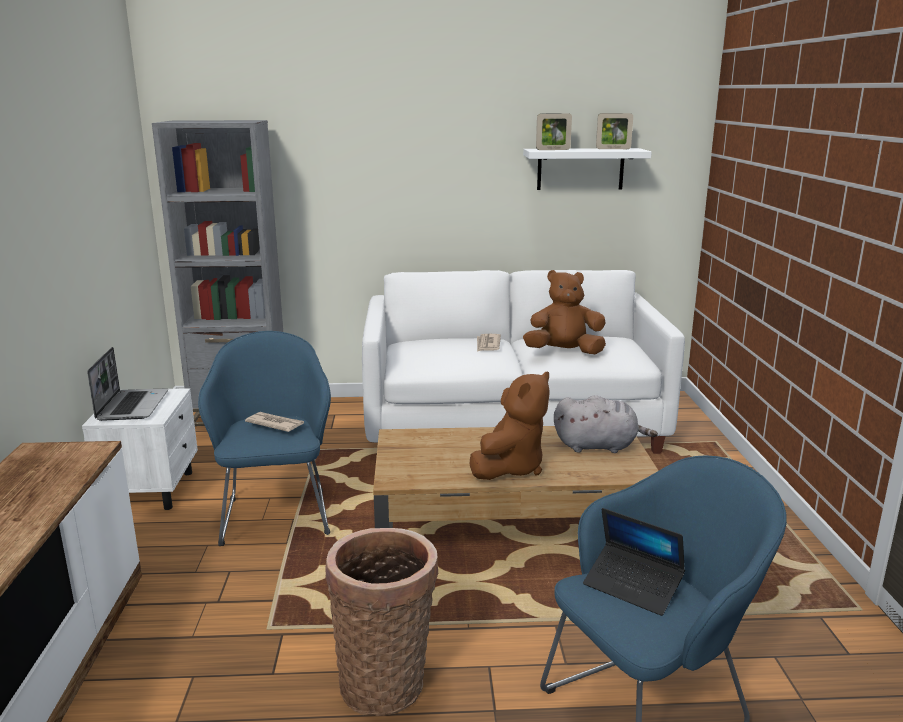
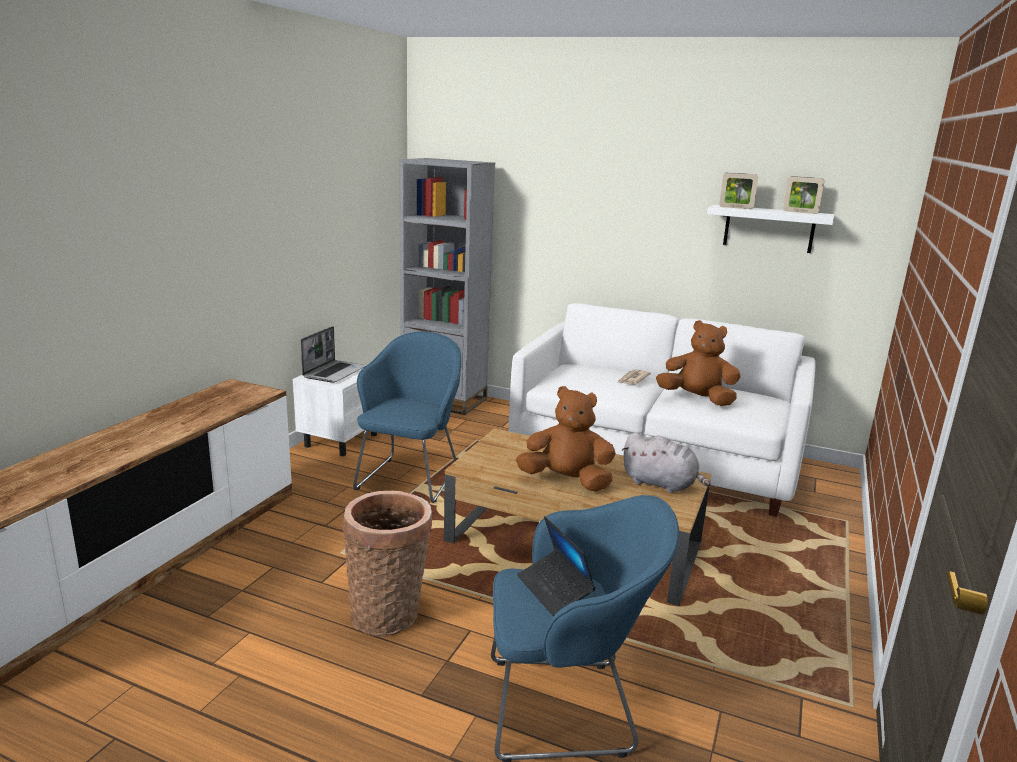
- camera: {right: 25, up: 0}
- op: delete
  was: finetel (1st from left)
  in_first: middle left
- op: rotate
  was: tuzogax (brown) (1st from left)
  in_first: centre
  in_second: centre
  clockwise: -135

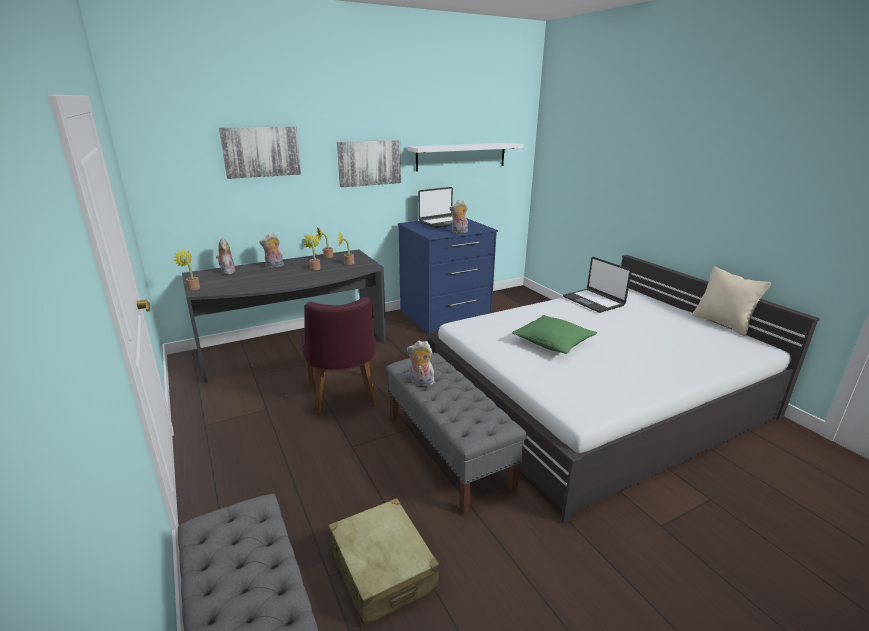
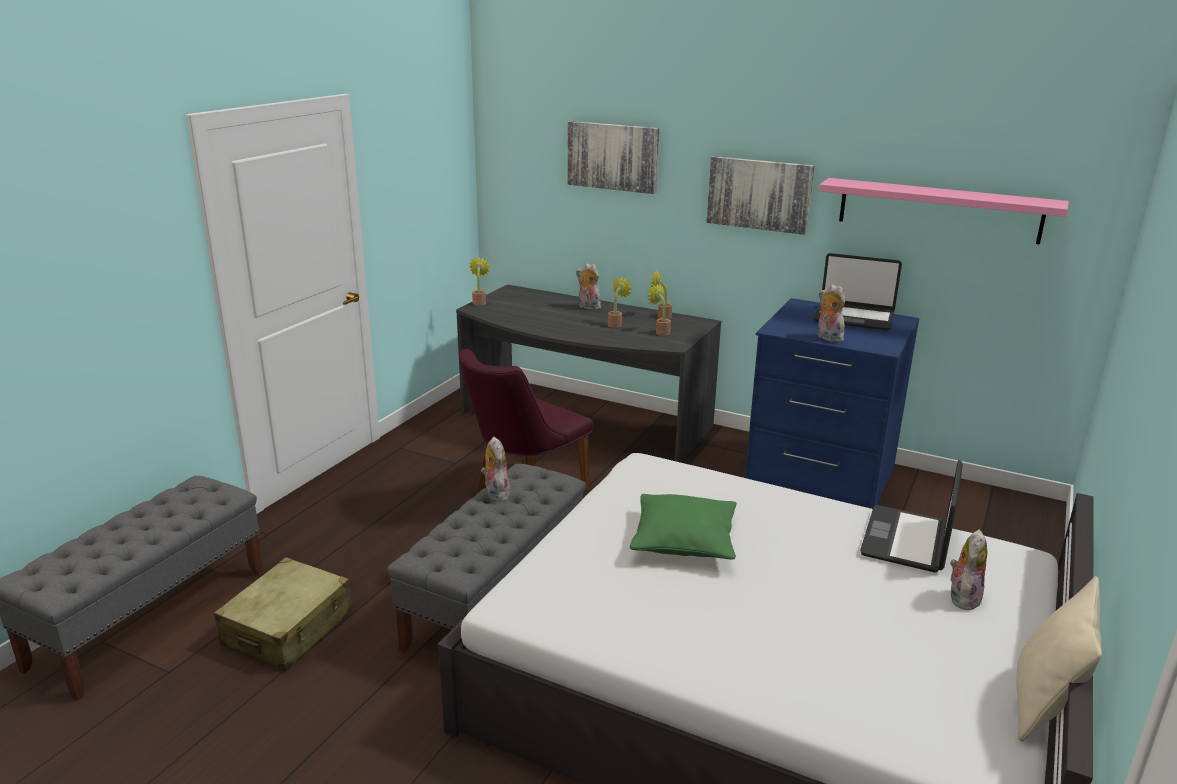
- camera: {right: 55, up: 0}
- op: move
  was: tuzogax (1st from left in the first image)
  now: tuzogax (4th from left)
  in_first: middle left
  in_second: bottom right
- op: recolor
  was: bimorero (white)
  now: bimorero (pink)
  in_first: top centre
  in_second: top right

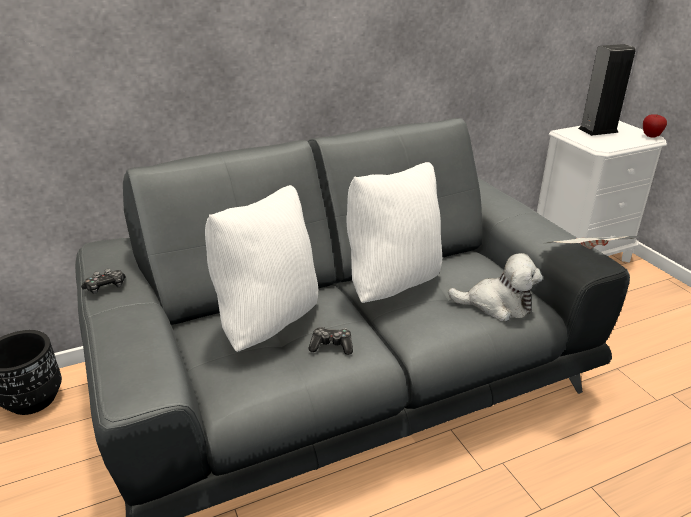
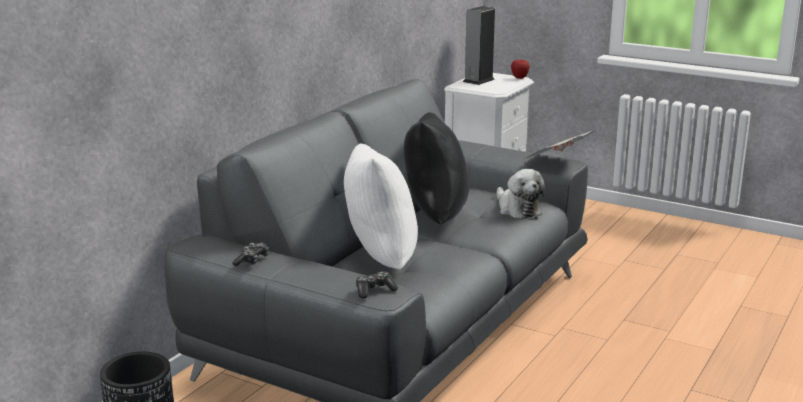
- camera: {right: -35, up: -10}
- op: move
  was: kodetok (2nd from left)
  in_first: centre
  in_second: bottom centre
- op: recolor
  was: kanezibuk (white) (2nd from left)
  now: kanezibuk (black)
  in_first: centre
  in_second: centre
- op: rotate
  was: tuzogax
  in_first: middle right
  in_second: centre
  clockwise: 90

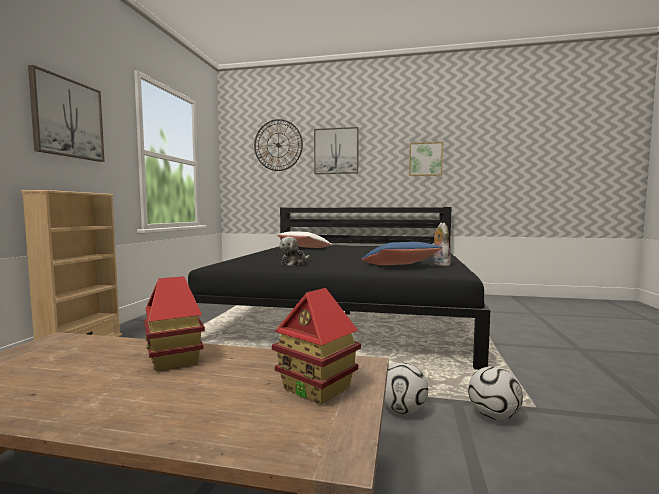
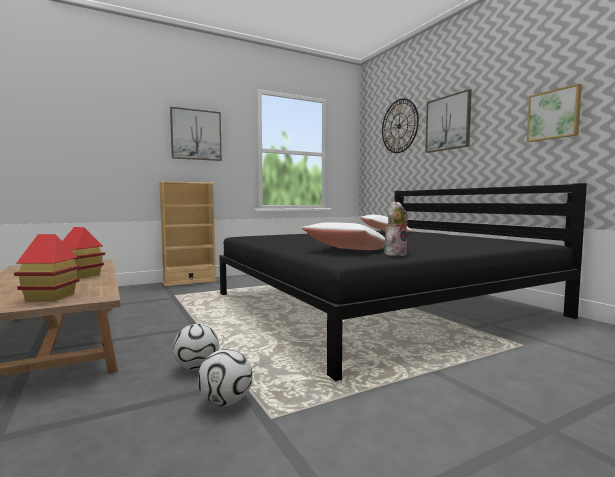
- camera: {right: 50, up: 0}
- op: delete
  was: tuzogax (1st from left)
  in_first: centre
- op: recolor
  was: kanezibuk (blue)
  now: kanezibuk (white) (1st from left)
  in_first: centre
  in_second: centre

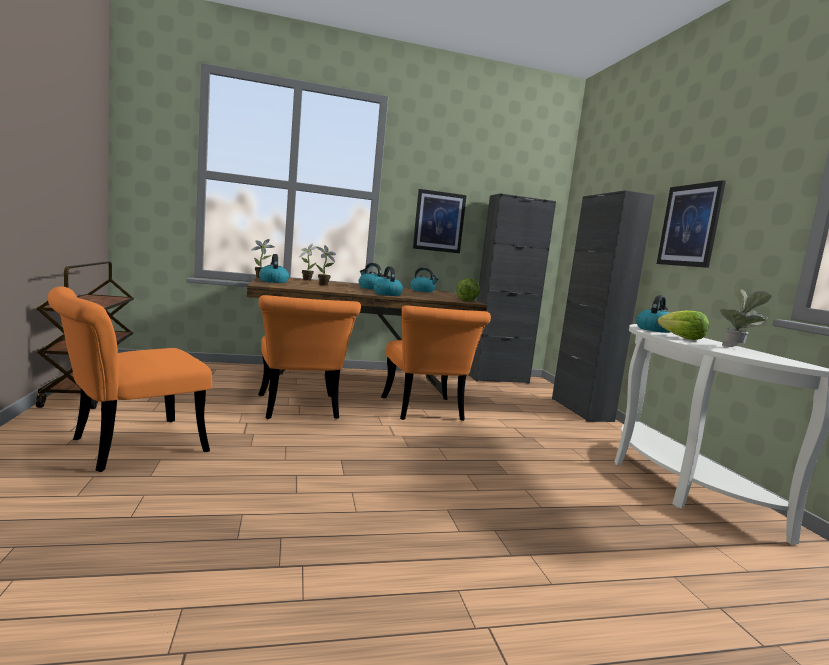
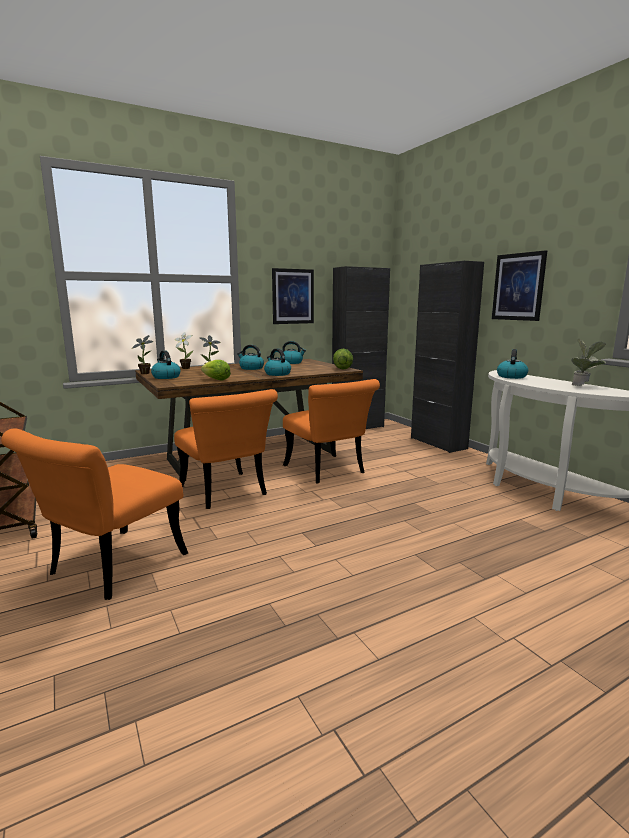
- camera: {right: -15, up: 5}
- op: move
  was: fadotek (2nd from left in the first image)
  now: fadotek (1st from left)
  in_first: middle right
  in_second: centre

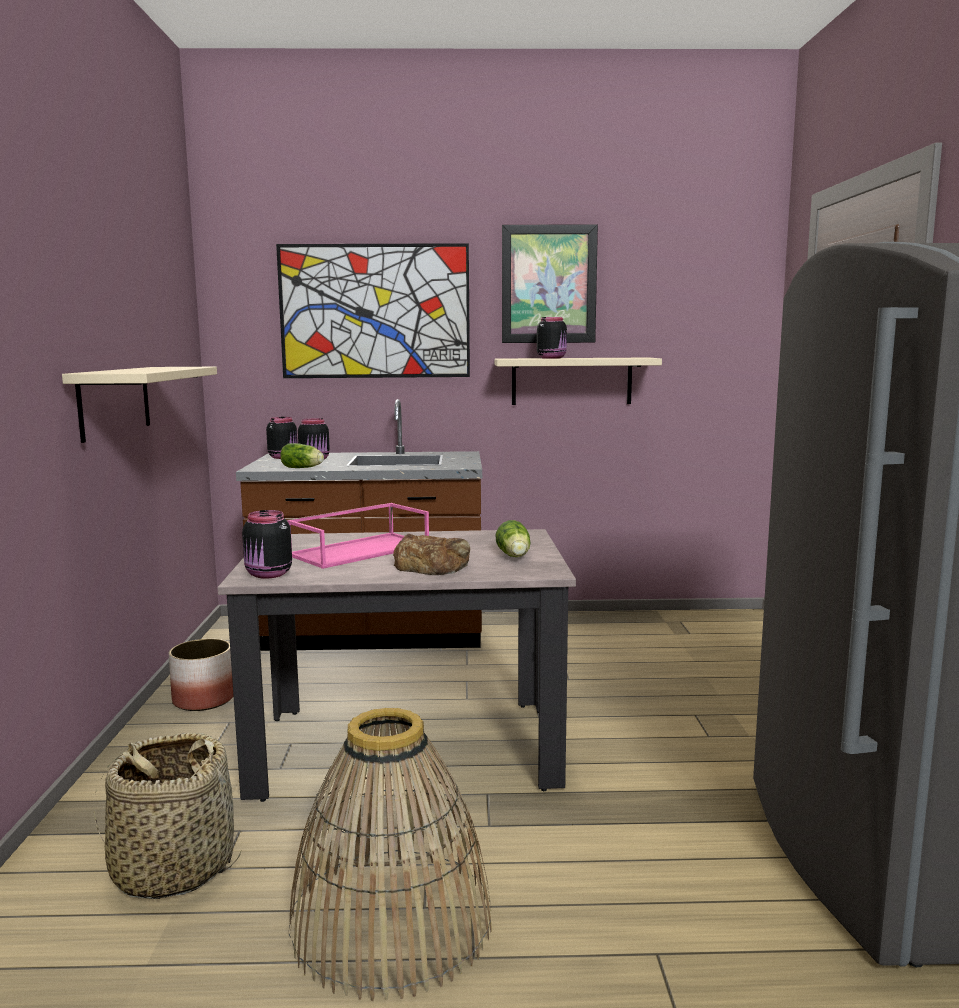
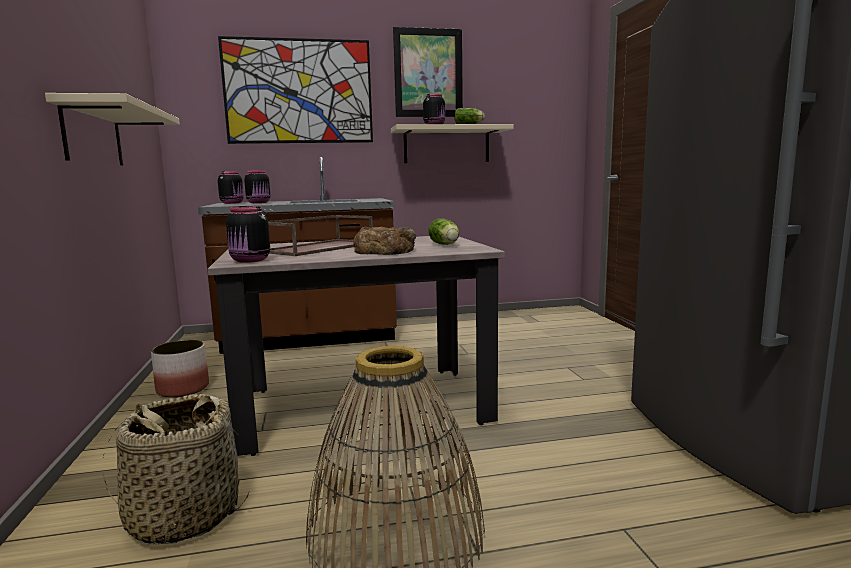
- camera: {right: -10, up: 0}
- op: move
  was: fadotek (1st from left in the first image)
  now: fadotek (2nd from left)
  in_first: middle left
  in_second: top centre
- op: recolor
  was: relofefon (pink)
  now: relofefon (brown)
  in_first: centre
  in_second: centre

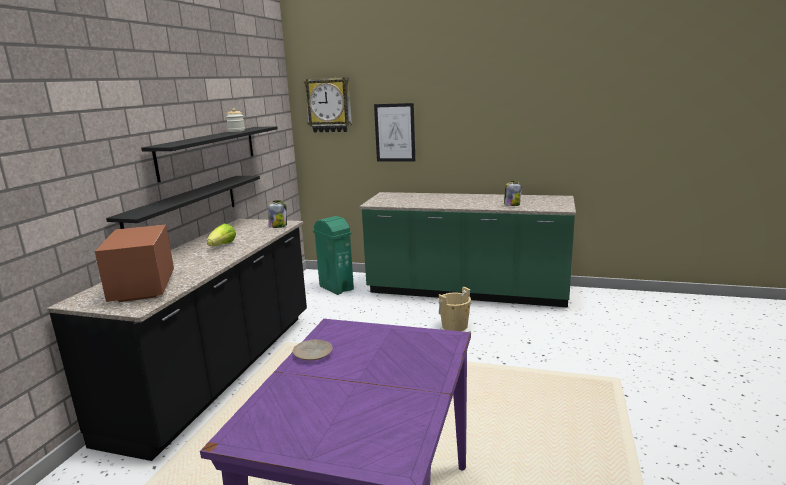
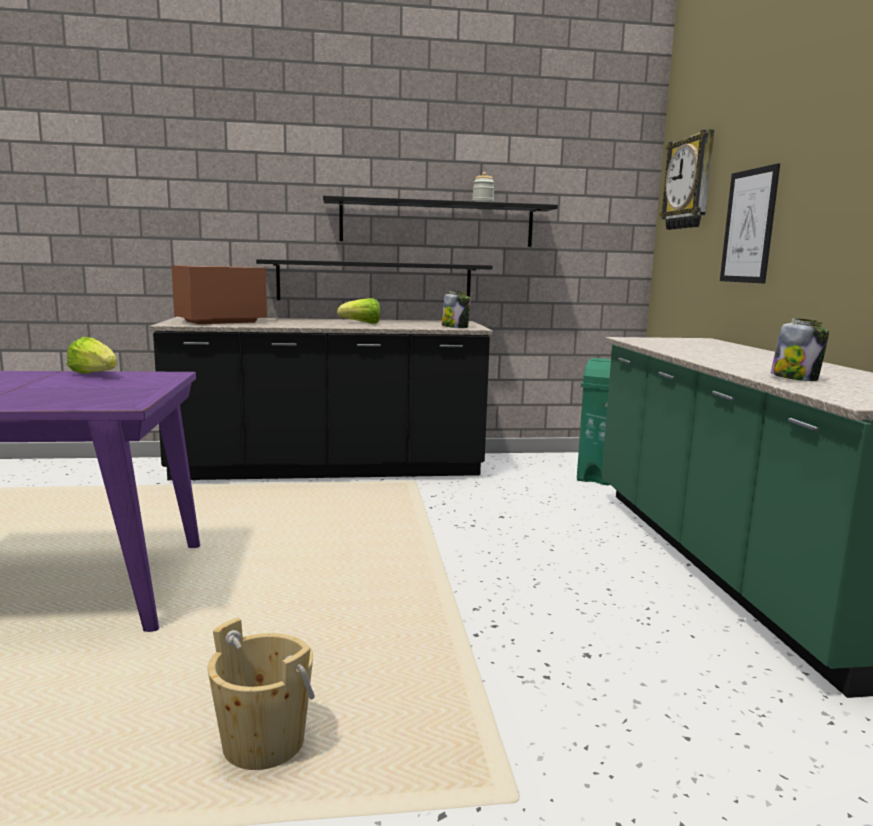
- camera: {right: 65, up: -5}
- op: replace
  was: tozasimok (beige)
  now: fadotek (1st from left)
  in_first: bottom centre
  in_second: middle left
- op: move
  was: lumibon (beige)
  in_first: centre
  in_second: bottom left

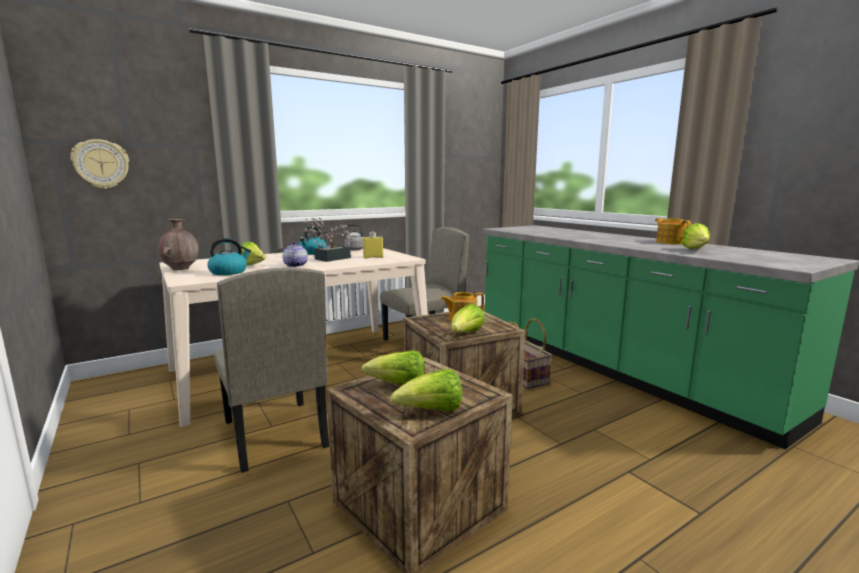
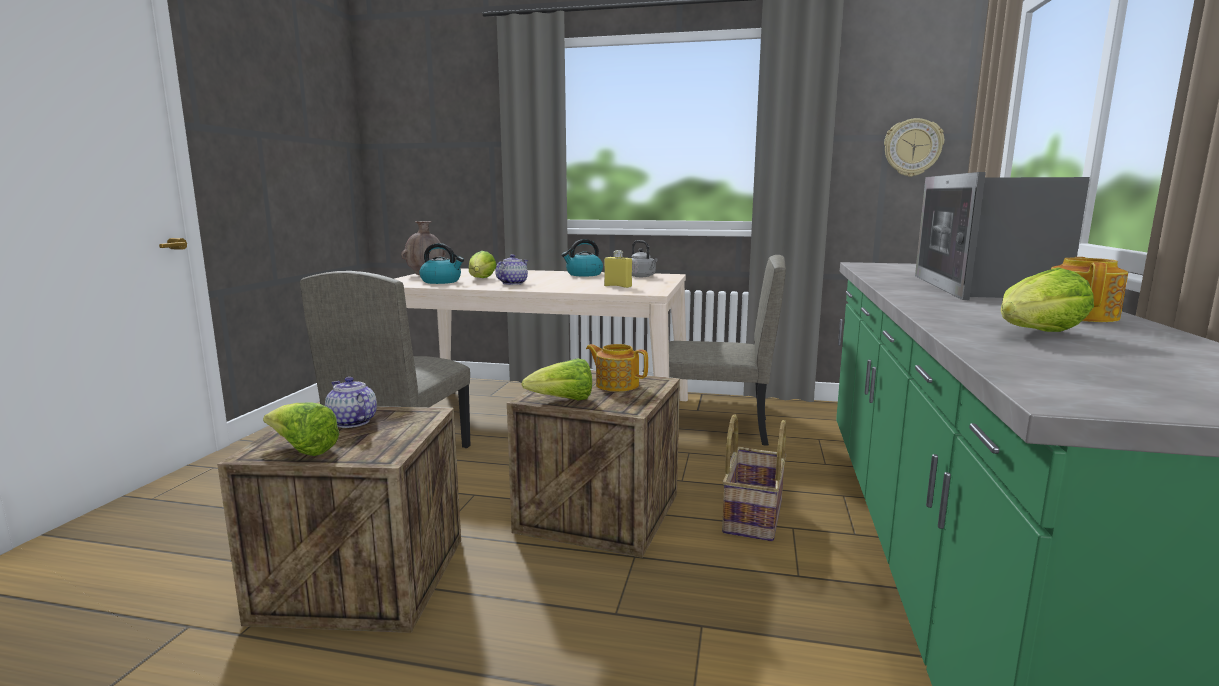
- camera: {right: 45, up: 0}
- op: move
  was: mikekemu
  in_first: top left
  in_second: top right
- op: delete
  was: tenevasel
  in_first: centre
- op: replace
  was: fadotek (2nd from left)
  now: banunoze (1st from left)
  in_first: centre
  in_second: middle left
- op: insert
  now: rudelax
  in_second: middle right

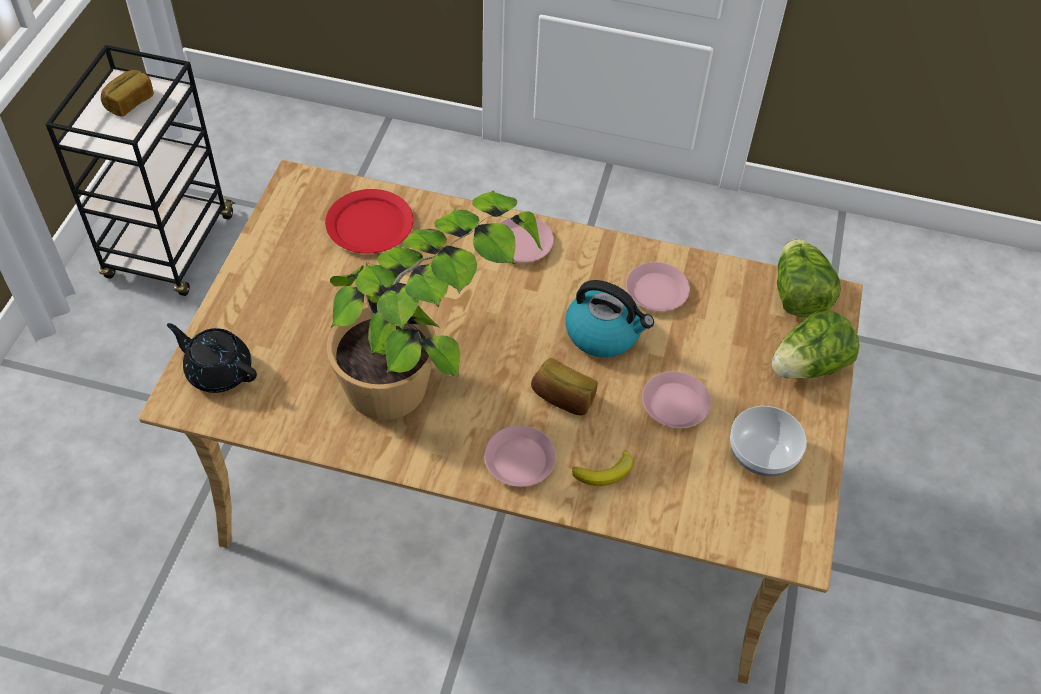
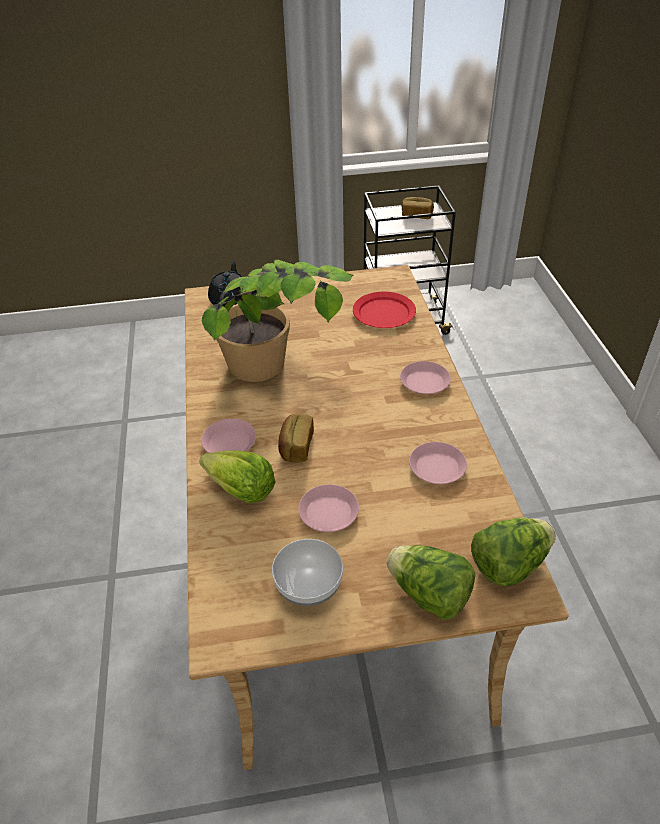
- camera: {right: 70, up: -10}
- op: delete
  was: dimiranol
  in_first: centre
- op: replace
  was: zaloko
  now: fadotek (1st from left)
  in_first: bottom centre
  in_second: centre

